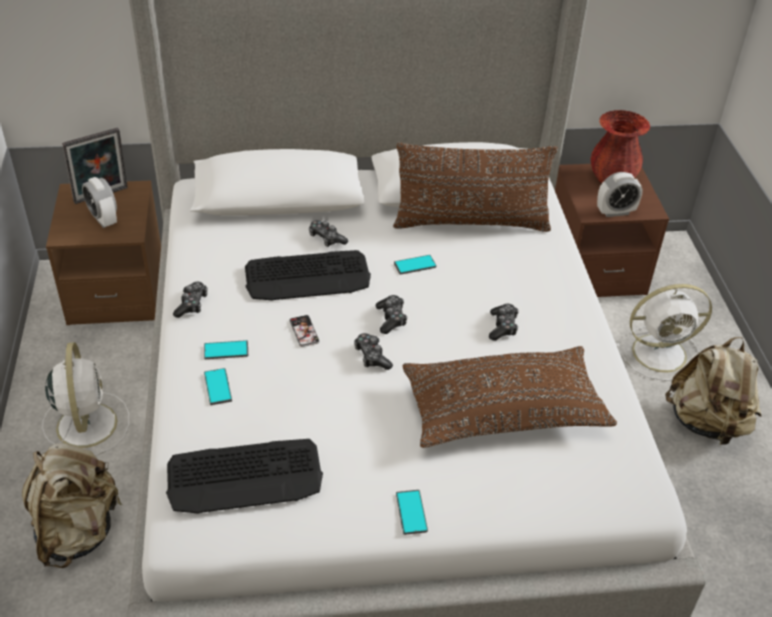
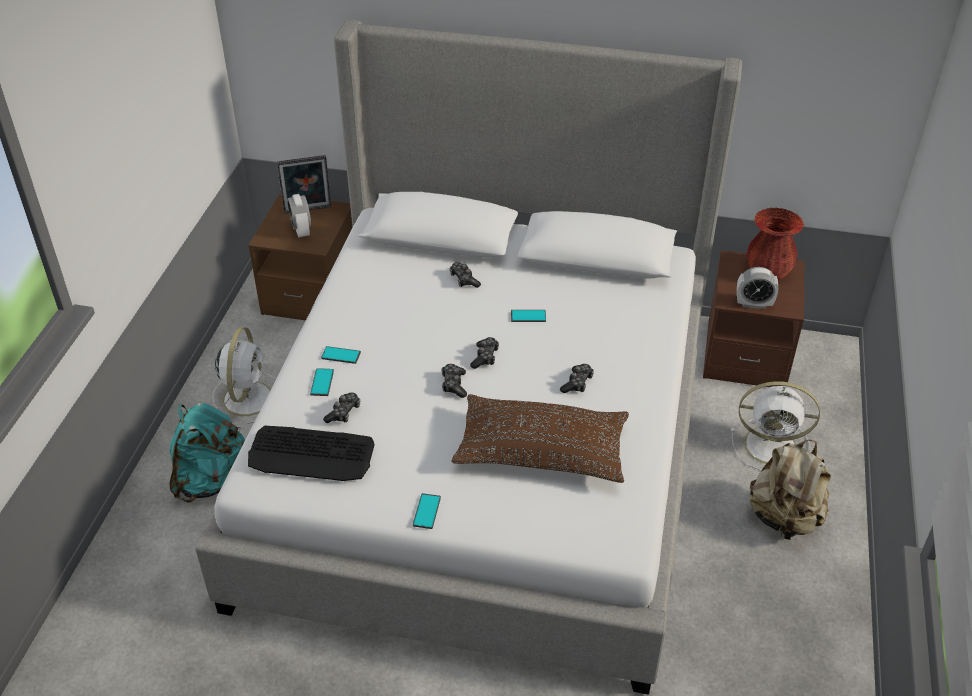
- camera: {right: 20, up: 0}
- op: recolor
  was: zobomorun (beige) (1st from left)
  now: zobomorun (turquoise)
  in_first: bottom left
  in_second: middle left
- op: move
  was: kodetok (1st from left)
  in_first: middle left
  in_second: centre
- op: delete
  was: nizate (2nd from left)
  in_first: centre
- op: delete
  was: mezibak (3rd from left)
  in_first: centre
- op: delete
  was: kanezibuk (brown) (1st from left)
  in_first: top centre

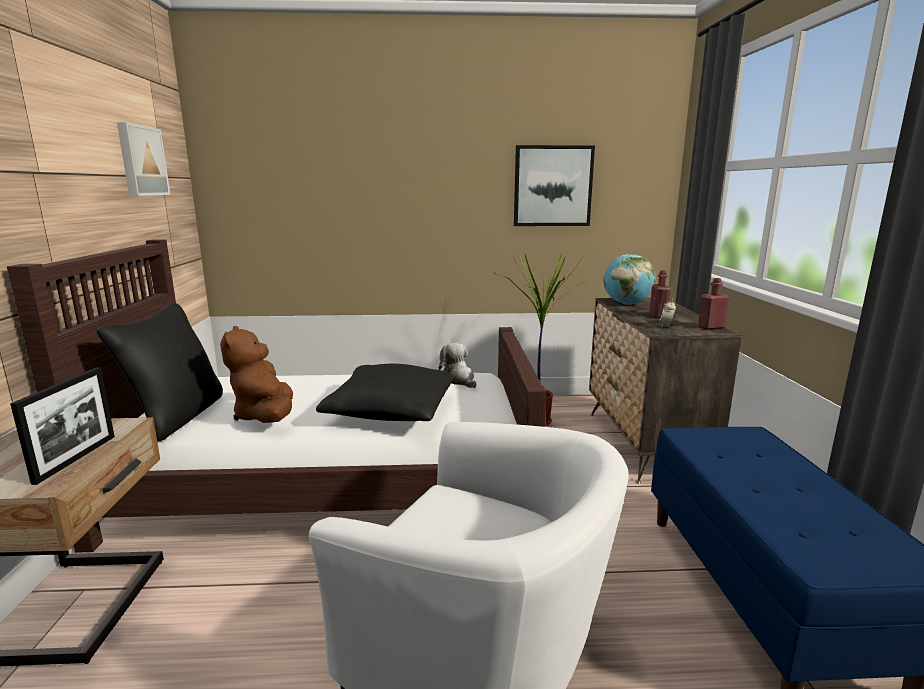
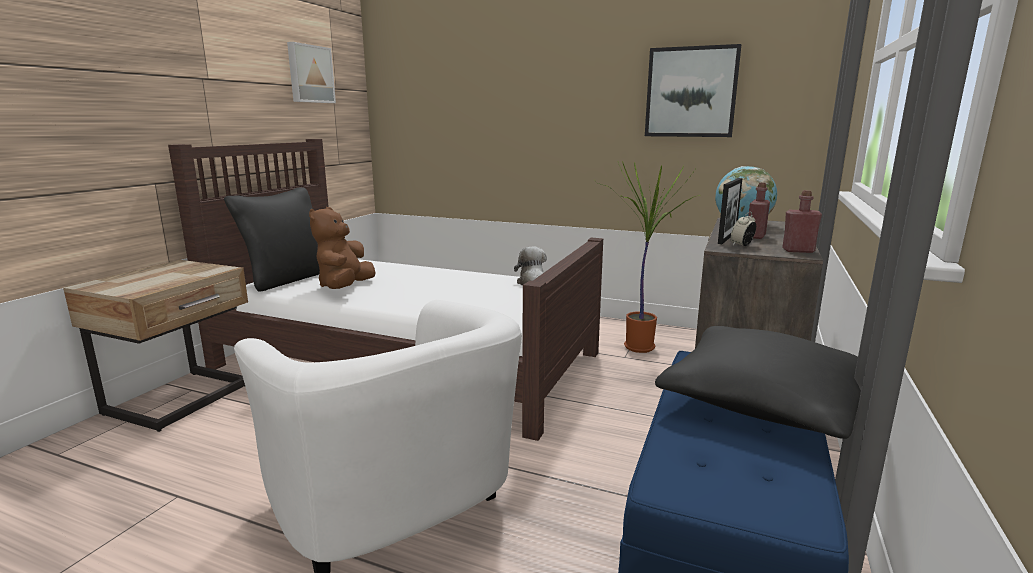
- camera: {right: 25, up: 0}
- op: move
  was: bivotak
  in_first: middle left
  in_second: middle right
- op: move
  was: kanezibuk (black) (2nd from left)
  in_first: centre
  in_second: bottom right

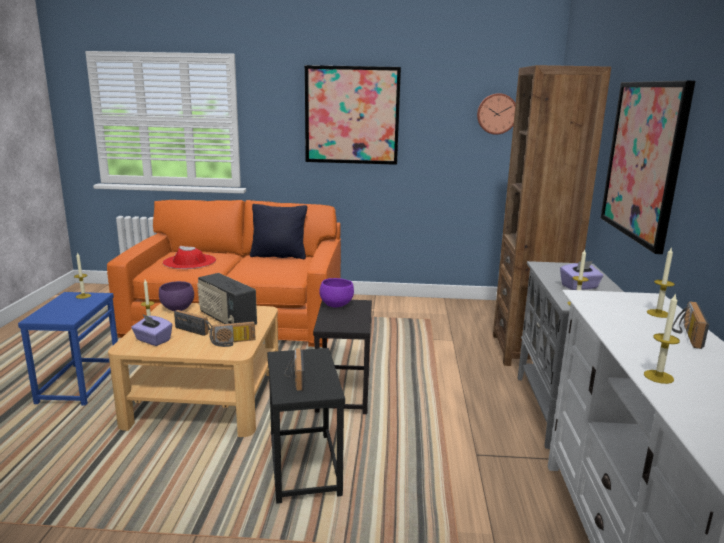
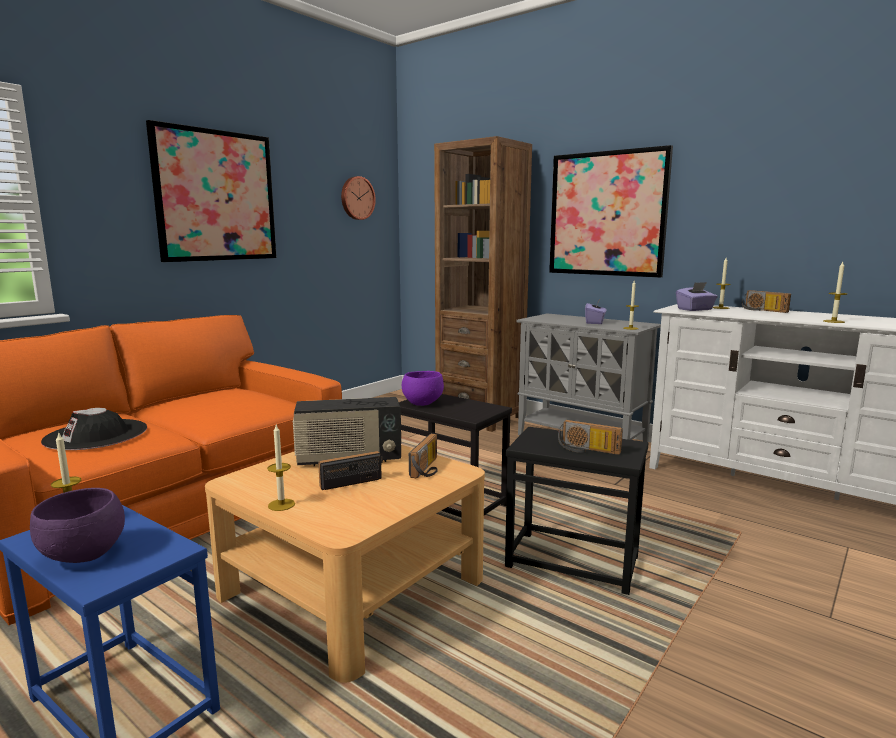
- camera: {right: -55, up: -5}
- op: move
  was: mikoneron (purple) (1st from left in the first image)
  now: mikoneron (purple) (2nd from left)
  in_first: middle left
  in_second: middle right
- op: move
  was: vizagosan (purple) (1st from left)
  in_first: middle left
  in_second: bottom left
- op: recolor
  was: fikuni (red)
  now: fikuni (black)
  in_first: middle left
  in_second: middle left
- op: delete
  was: kanezibuk (black)
  in_first: centre

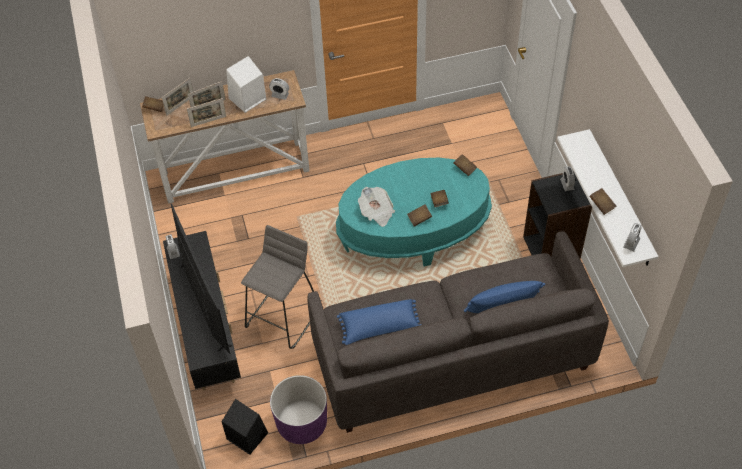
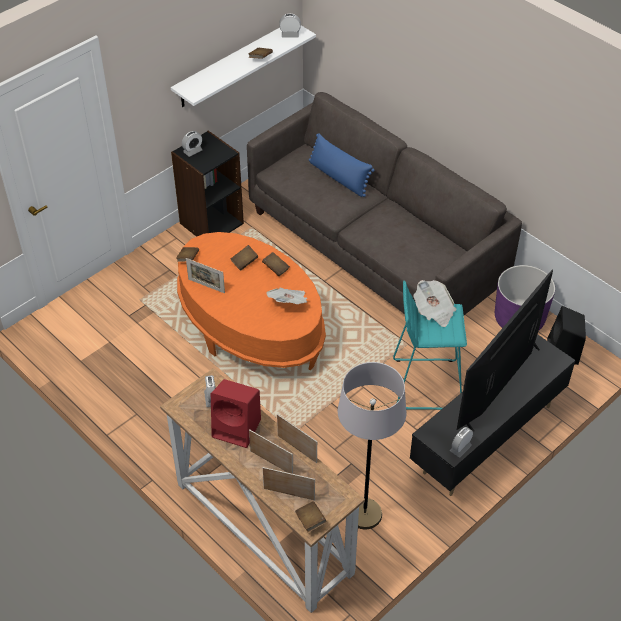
- camera: {right: -120, up: -5}
- op: recolor
  was: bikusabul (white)
  now: bikusabul (red)
  in_first: top left
  in_second: centre
- op: recolor
  was: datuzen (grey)
  now: datuzen (turquoise)
  in_first: centre
  in_second: middle right
- op: recolor
  was: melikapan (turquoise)
  now: melikapan (orange)
  in_first: centre
  in_second: centre
- op: delete
  was: kanezibuk (blue) (1st from left)
  in_first: bottom centre
- op: insert
  now: bivotak (1st from left)
  in_second: middle left
- op: insert
  now: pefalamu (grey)
  in_second: bottom centre
- op: insert
  now: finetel (2nd from left)
  in_second: middle right

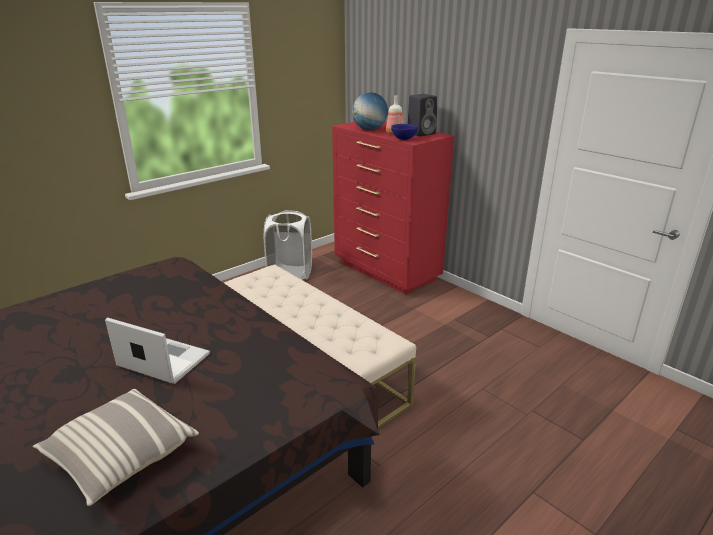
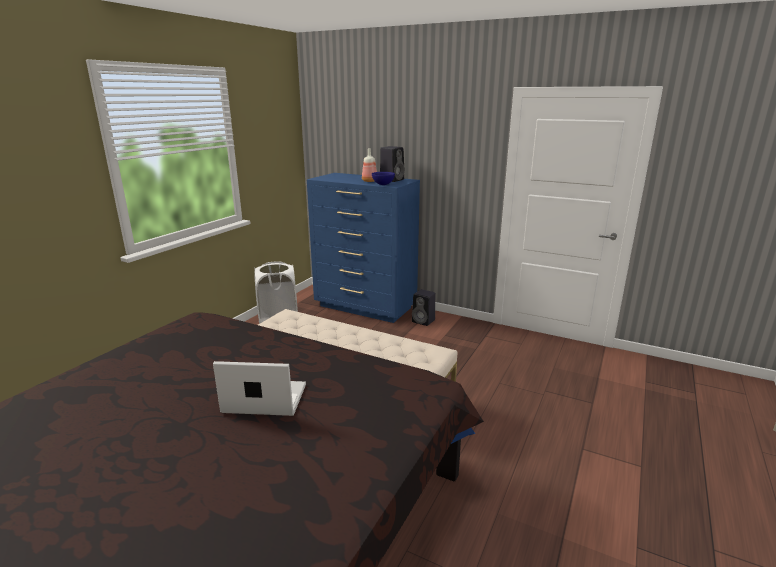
- camera: {right: -20, up: -5}
- op: delete
  was: kanezibuk
  in_first: bottom left
- op: recolor
  was: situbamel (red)
  now: situbamel (blue)
  in_first: centre
  in_second: centre
- op: delete
  was: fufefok
  in_first: top centre
- op: insert
  now: bikusabul (black) (2nd from left)
  in_second: centre

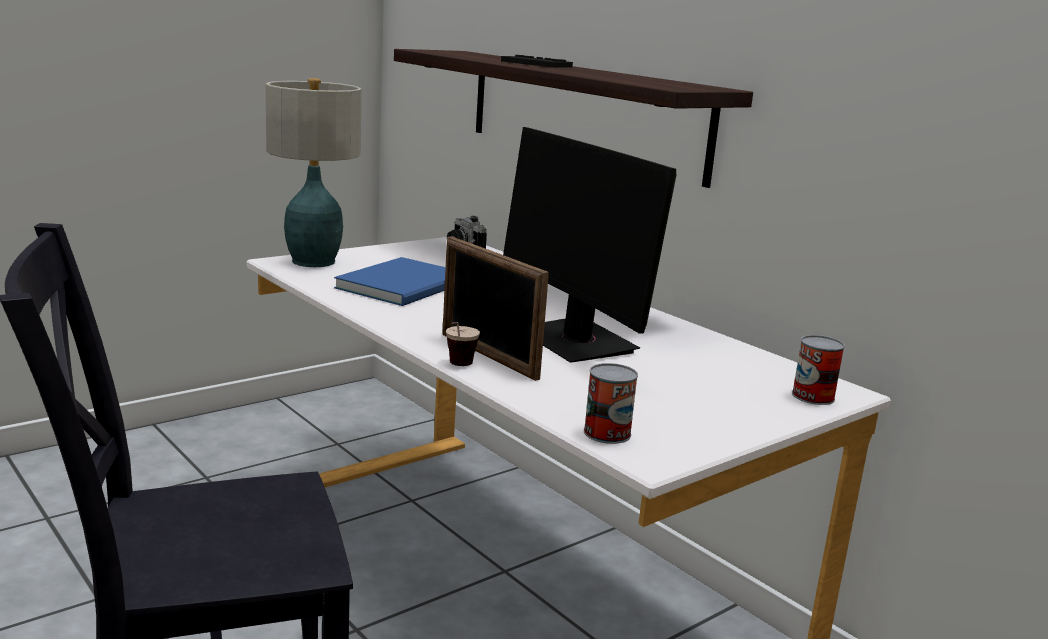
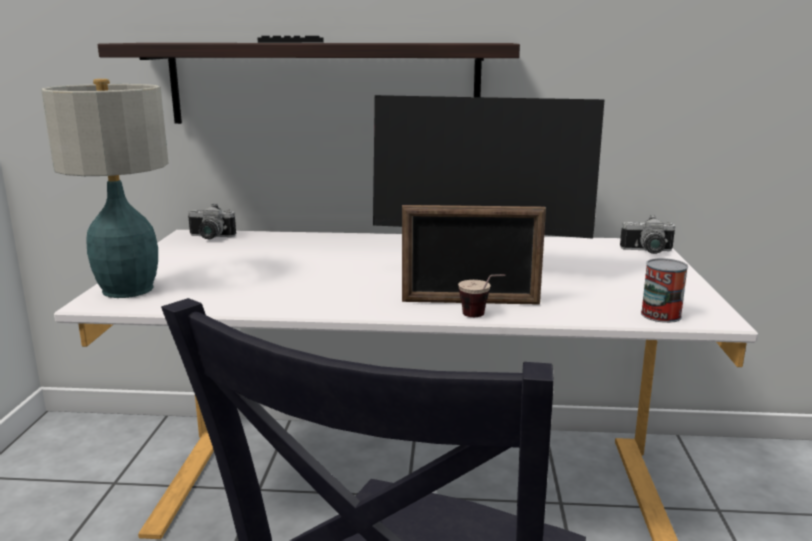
- camera: {right: -45, up: 0}
- op: delete
  was: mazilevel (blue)
  in_first: centre
- op: replace
  was: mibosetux (2nd from left)
  now: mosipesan (2nd from left)
  in_first: middle right
  in_second: middle right

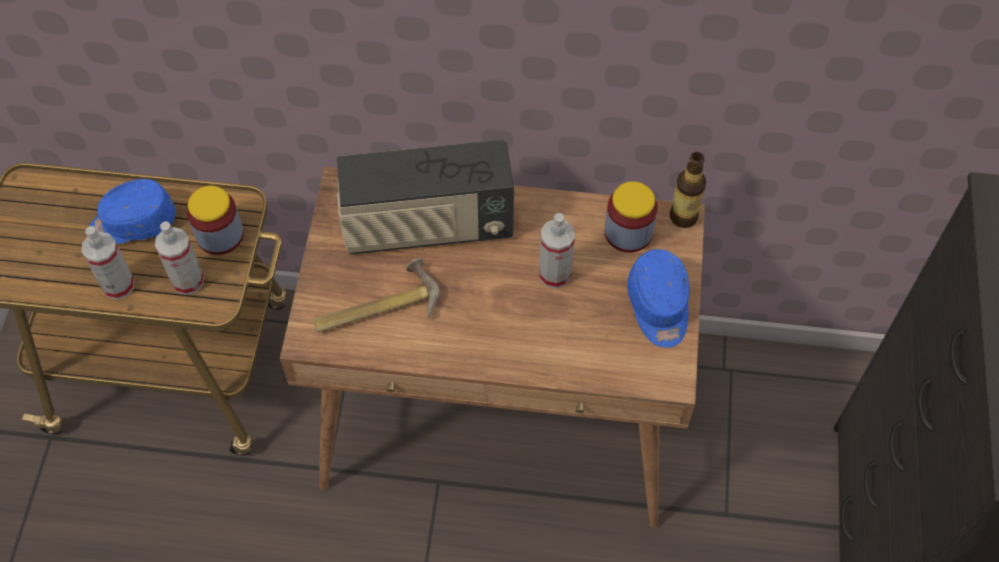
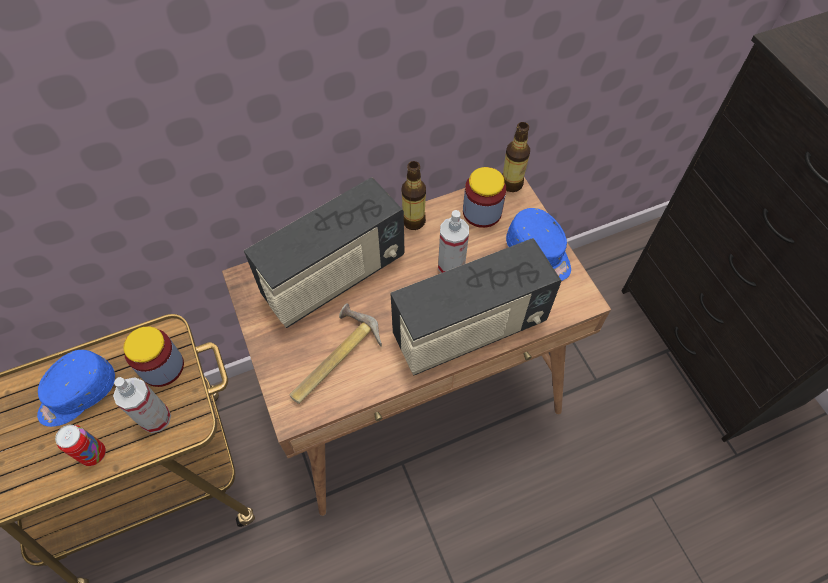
- camera: {right: -30, up: 0}
- op: replace
  was: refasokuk (1st from left)
  now: mibosetux
  in_first: middle left
  in_second: bottom left
- op: insert
  now: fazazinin (2nd from left)
  in_second: centre
- op: insert
  now: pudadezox (1st from left)
  in_second: centre

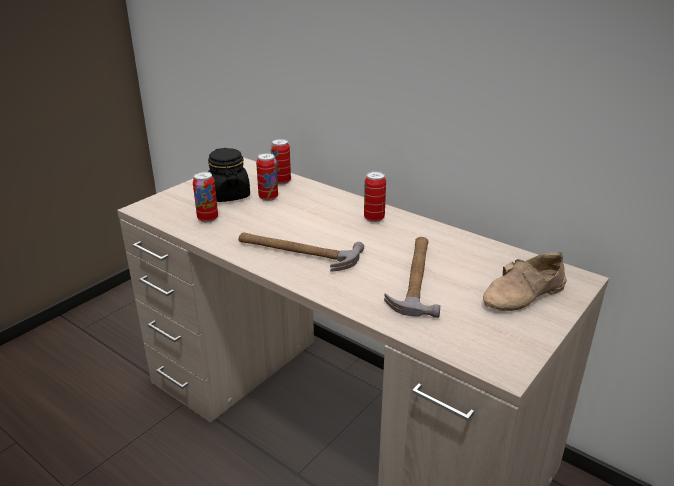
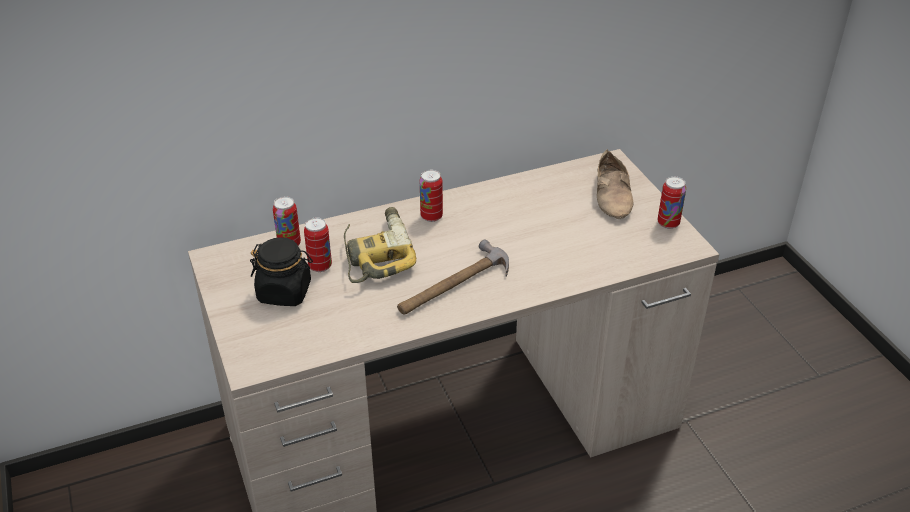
- camera: {right: -60, up: 10}
- op: move
  was: mibosetux (1st from left in the first image)
  now: mibosetux (4th from left)
  in_first: middle left
  in_second: middle right
- op: delete
  was: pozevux (2nd from left)
  in_first: centre
- op: insert
  now: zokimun
  in_second: centre

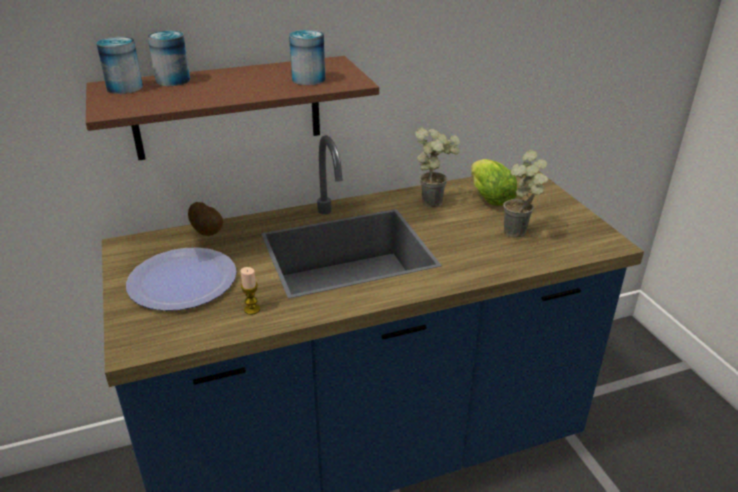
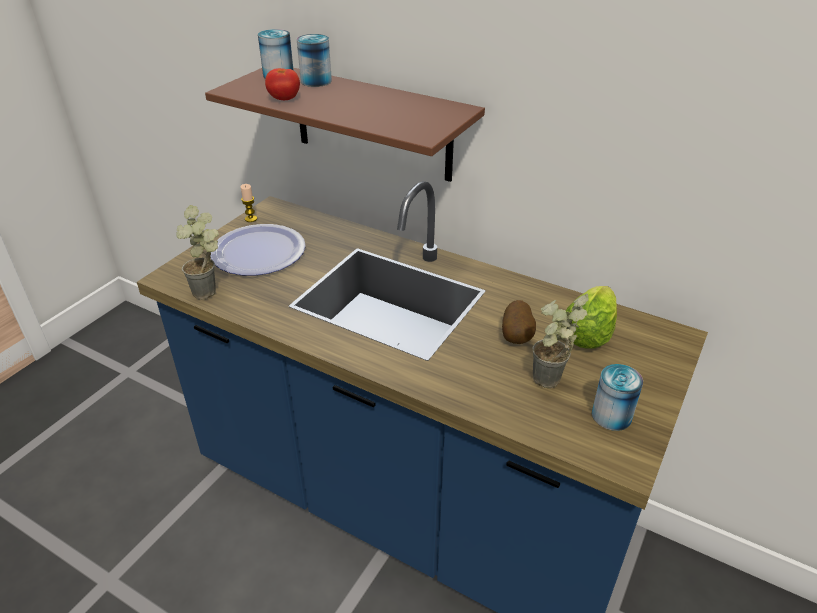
- camera: {right: 50, up: 5}
- op: move
  was: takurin
  in_first: middle left
  in_second: centre
- op: move
  was: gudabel
  in_first: centre
  in_second: top left
- op: move
  was: mibosetux (3rd from left)
  in_first: top centre
  in_second: middle right
- op: move
  was: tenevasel (1st from left)
  in_first: centre
  in_second: middle left
- op: insert
  now: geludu
  in_second: top centre

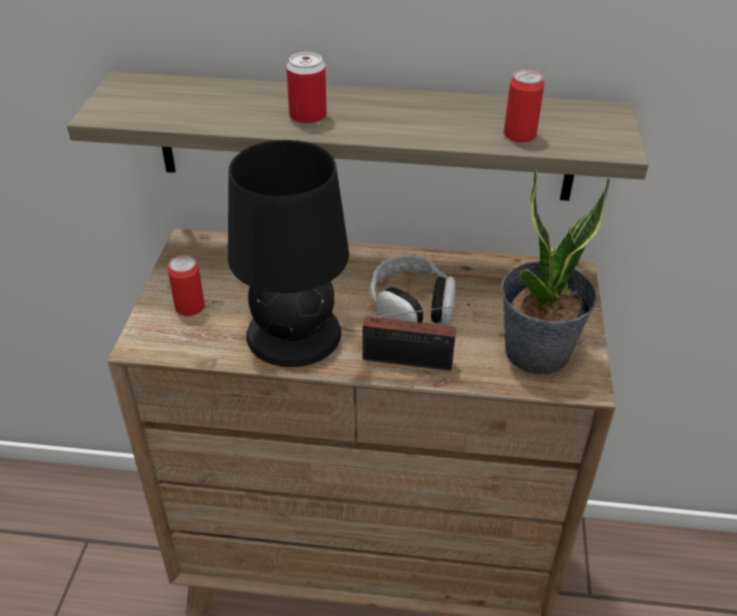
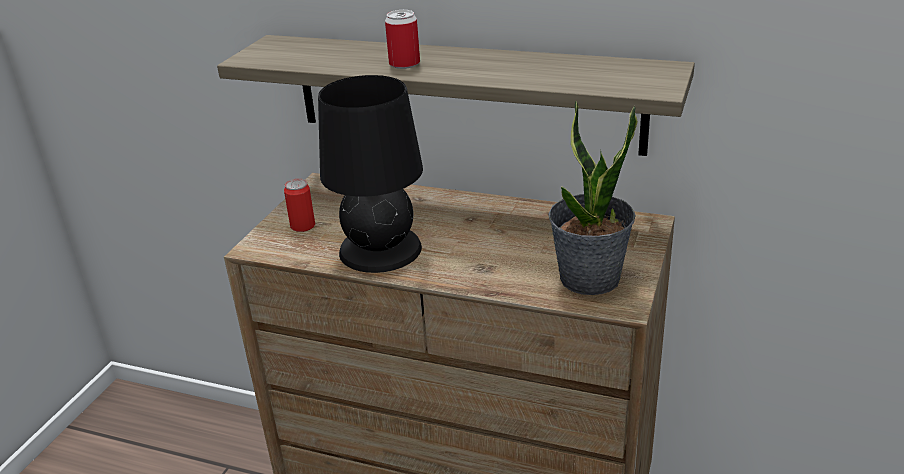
- camera: {right: 15, up: -10}
- op: delete
  was: fazazinin
  in_first: centre
- op: delete
  was: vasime
  in_first: centre
- op: delete
  was: mibosetux (3rd from left)
  in_first: top right

